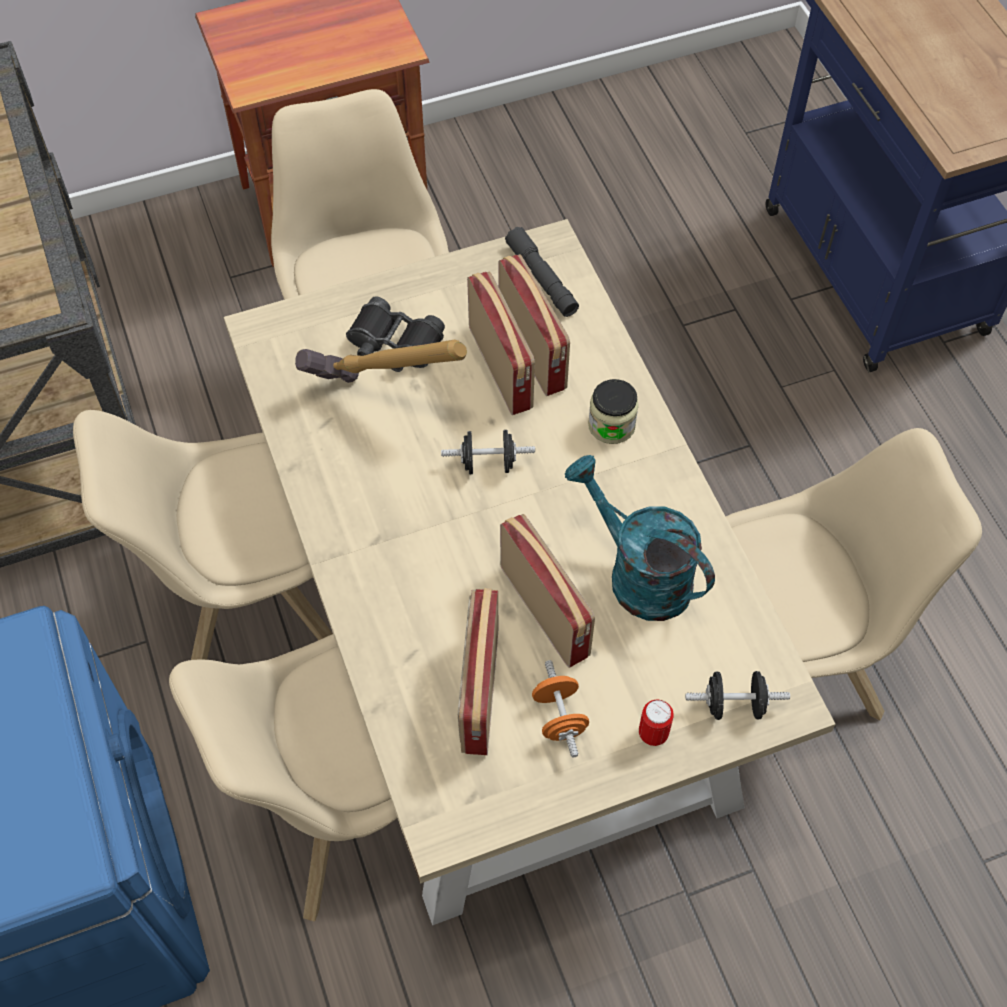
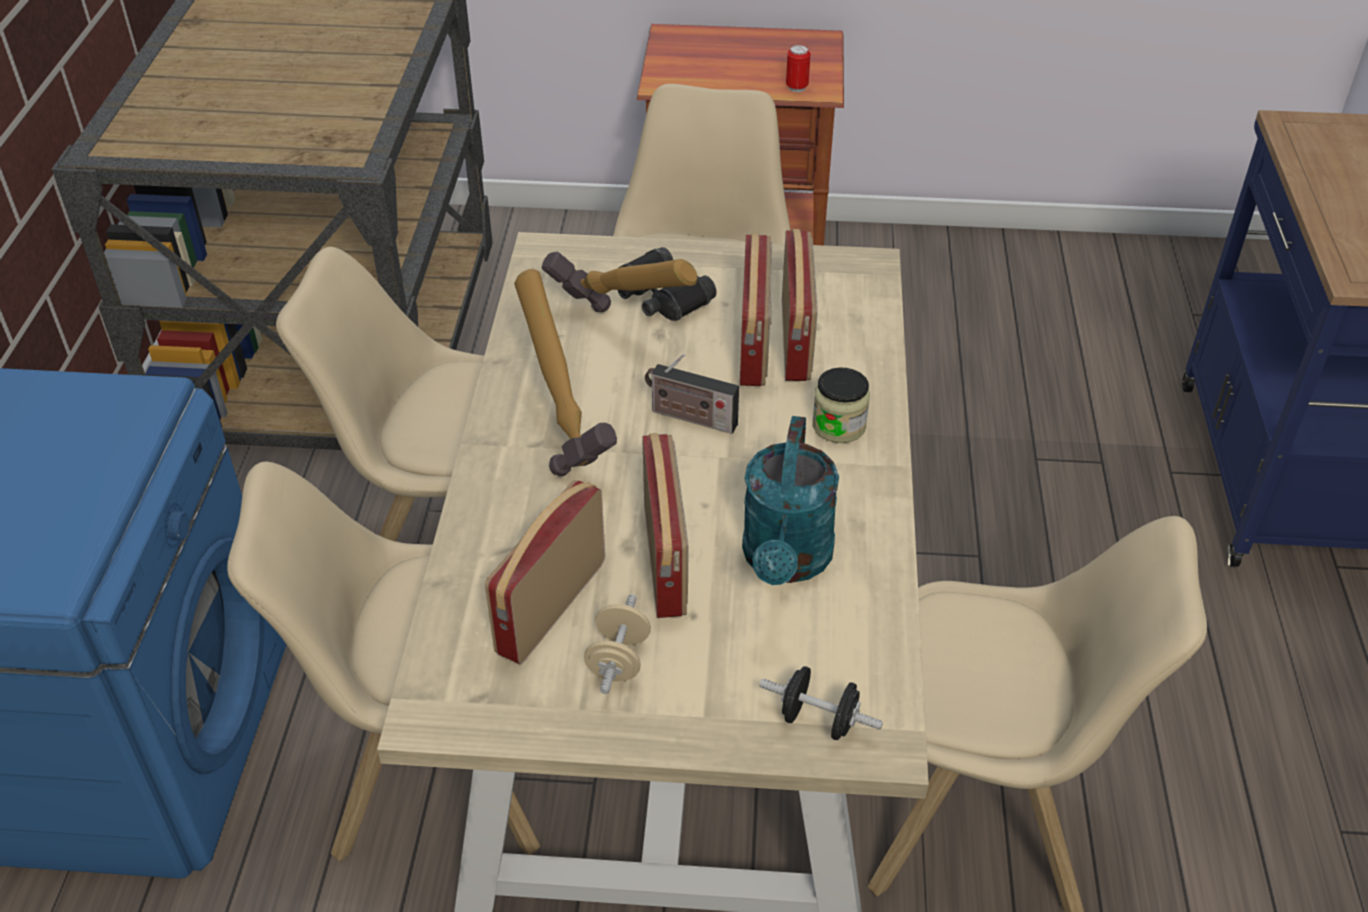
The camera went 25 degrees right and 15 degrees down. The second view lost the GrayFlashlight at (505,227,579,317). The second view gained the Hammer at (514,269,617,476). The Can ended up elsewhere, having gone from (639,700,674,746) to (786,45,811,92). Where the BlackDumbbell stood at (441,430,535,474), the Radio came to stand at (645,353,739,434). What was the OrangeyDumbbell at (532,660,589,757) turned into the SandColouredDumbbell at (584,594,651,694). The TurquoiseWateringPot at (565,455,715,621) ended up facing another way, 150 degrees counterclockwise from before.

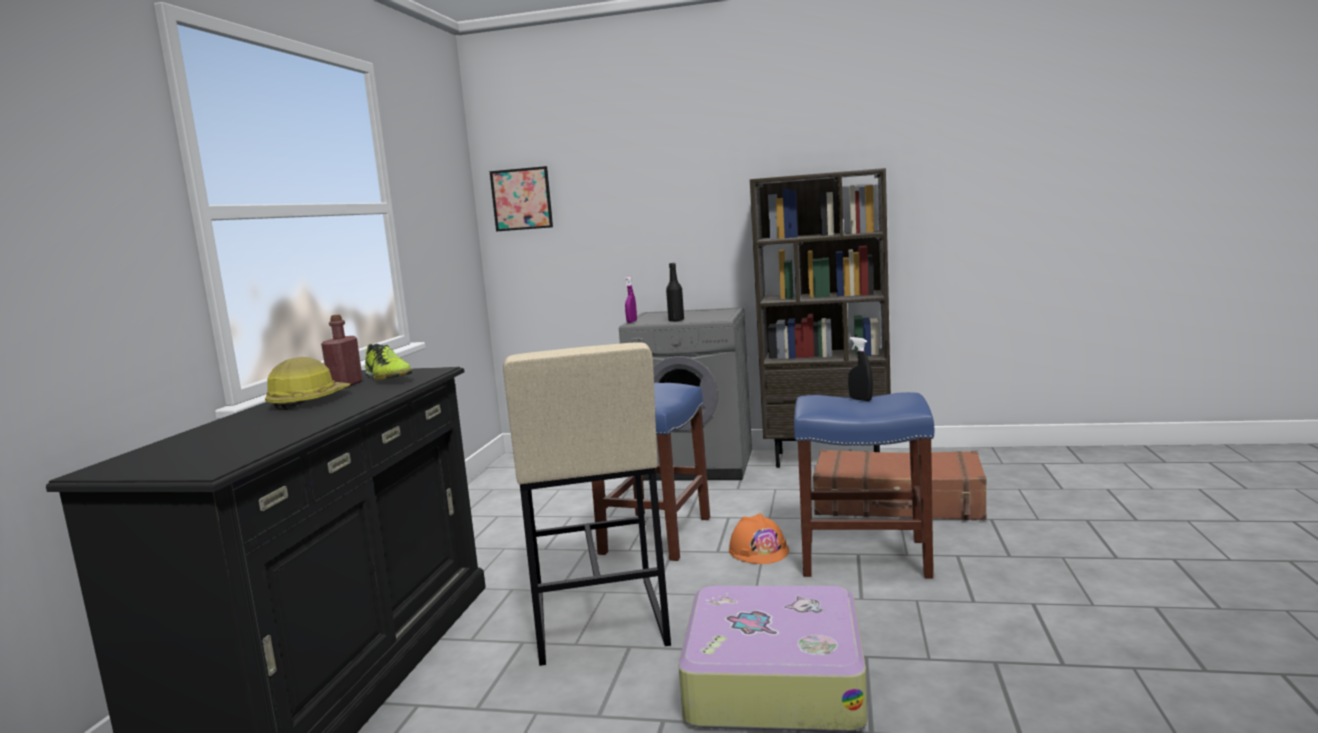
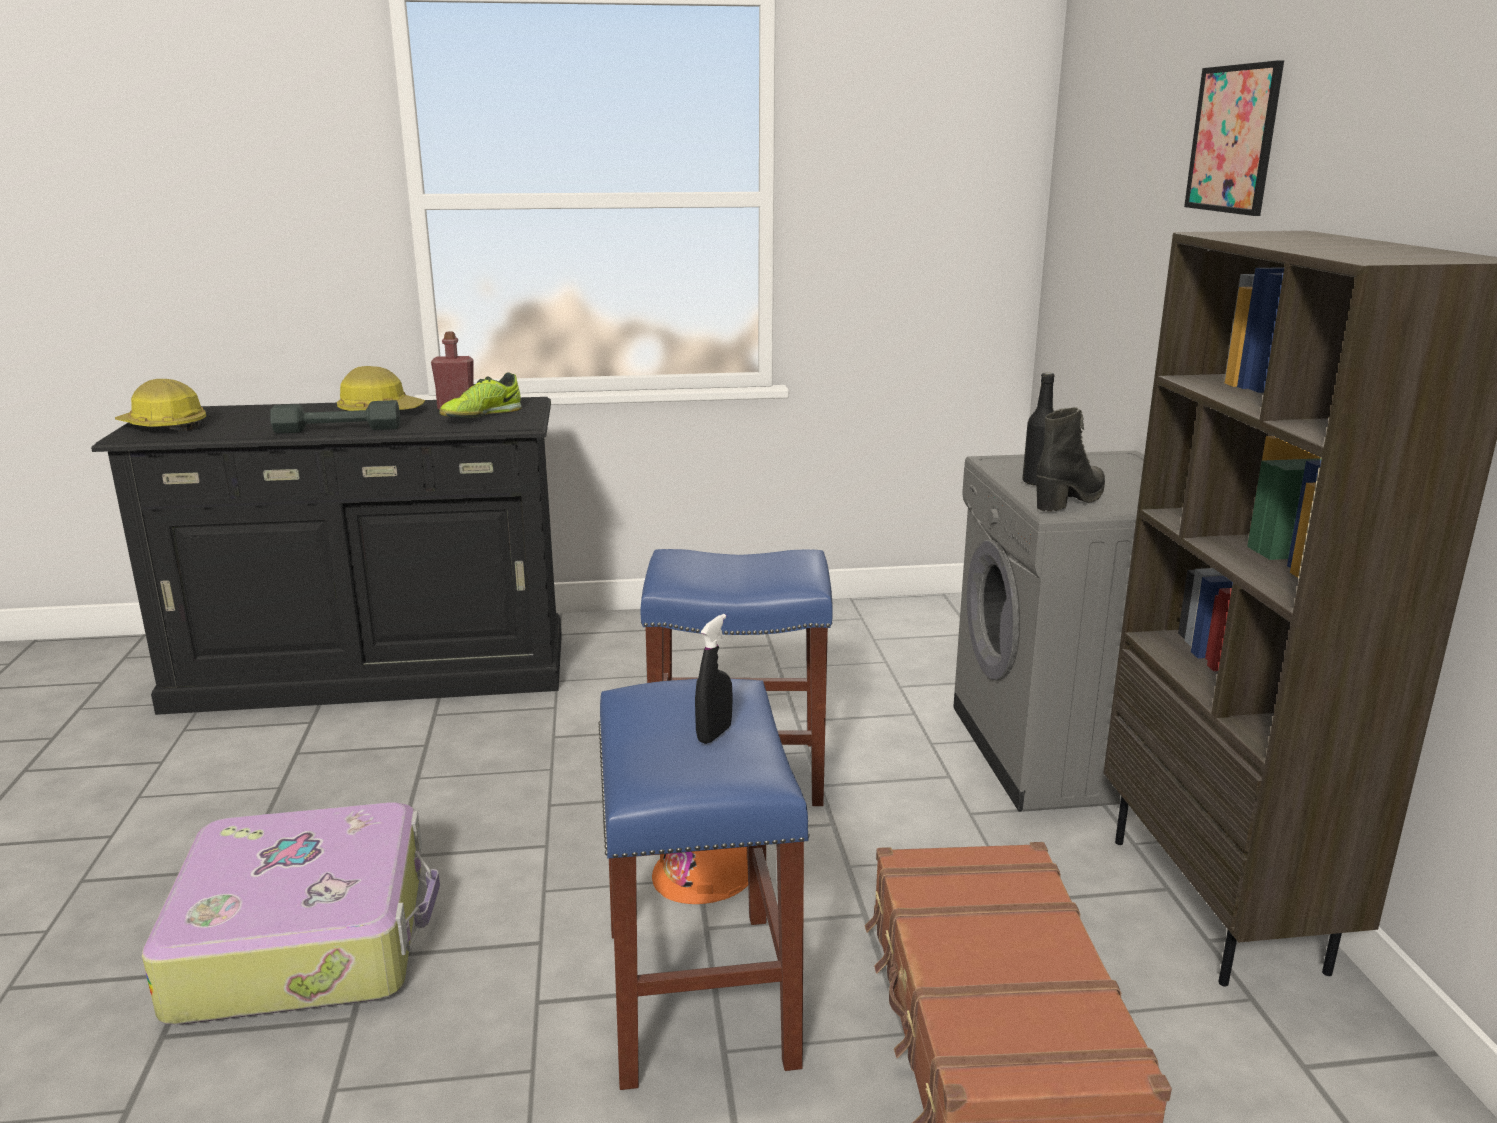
The camera went 70 degrees right and 10 degrees up. The second view lost the SandColouredSittingStool at (503,342,671,666). The second view lost the PurplishHandSprayer at (625,276,637,323). The second view gained the HardHat at (115,379,206,431). The second view gained the GrayDumbbell at (270,400,400,433). The second view gained the BlackHighTopBoot at (1036,407,1105,511). The WallArt ended up elsewhere, having gone from (490,166,553,231) to (1184,60,1284,216).

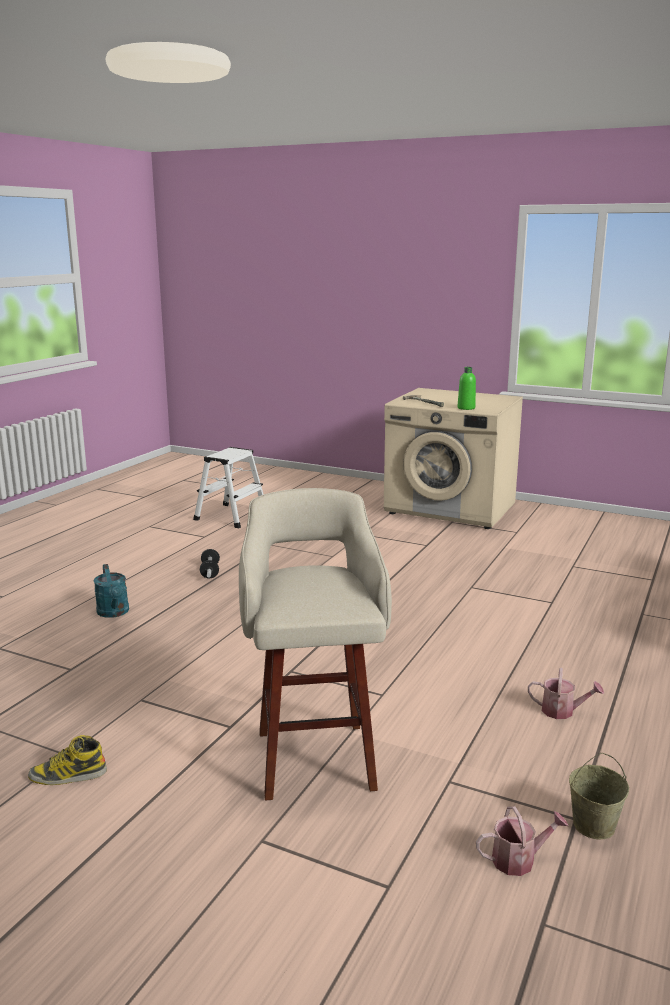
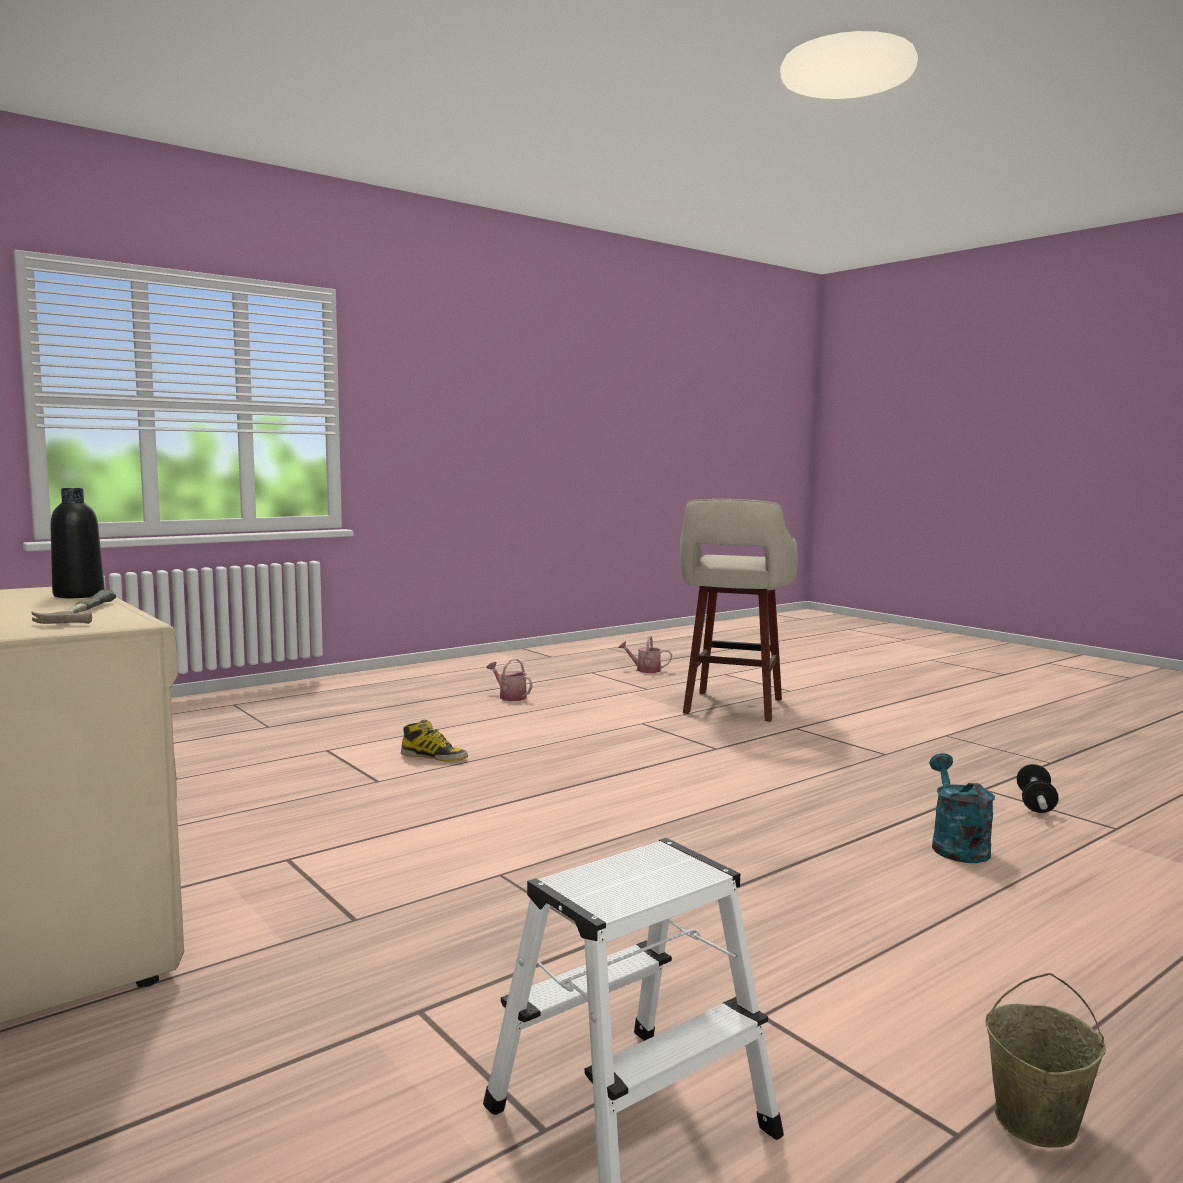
The camera went 155 degrees left and 10 degrees down. The HighTopBoot ended up elsewhere, having gone from (28,735,107,785) to (401,720,468,762). The Dumbbell ended up elsewhere, having gone from (200,549,220,579) to (1017,764,1059,813). The SandColouredWaterBucket ended up elsewhere, having gone from (569,753,629,839) to (985,973,1106,1148). What was the GreenBeverageBottle at (458,367,476,410) turned into the BlackBeverageBottle at (50,488,105,598).

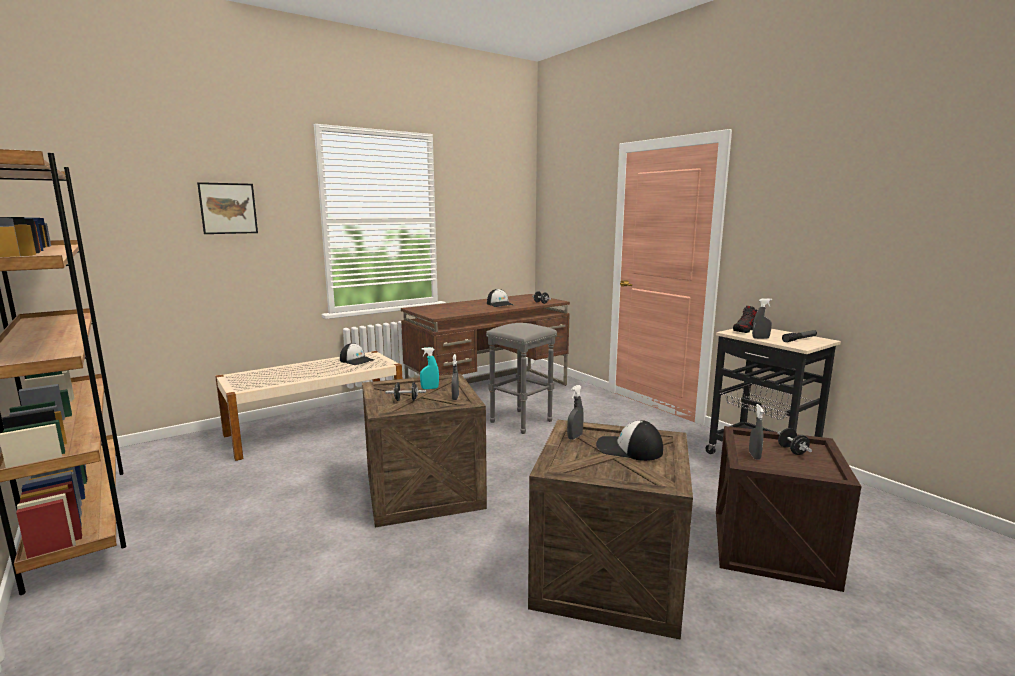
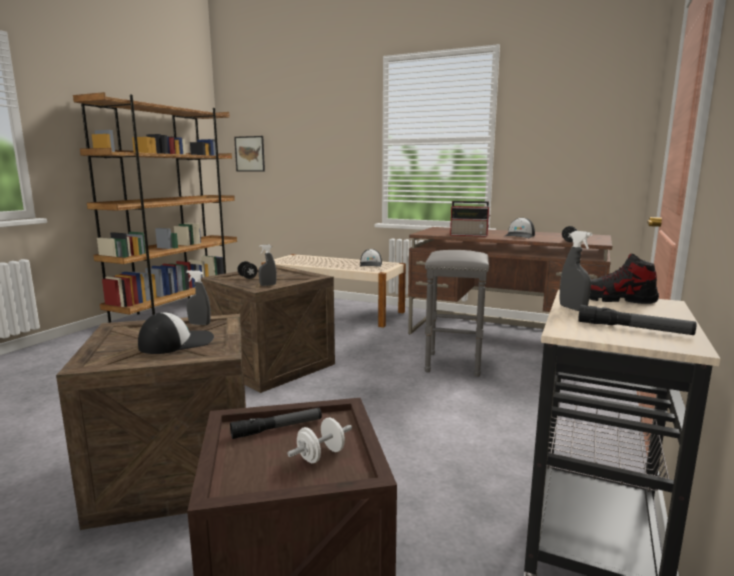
The camera went 60 degrees right and 0 degrees up. The second view lost the TurquoiseHandSprayer at (420,347,439,389). The second view gained the Radio at (450,201,491,237). The WallArt ended up elsewhere, having gone from (197,182,258,234) to (234,136,265,172). Where the GrayHandSprayer stood at (749,404,764,460), the Flashlight came to stand at (230,408,322,439). What was the BlackDumbbell at (777,428,812,455) turned into the WhiteColouredDumbbell at (287,418,352,463). The BaseballCap at (596,420,663,461) ended up facing another way, 60 degrees clockwise from before.

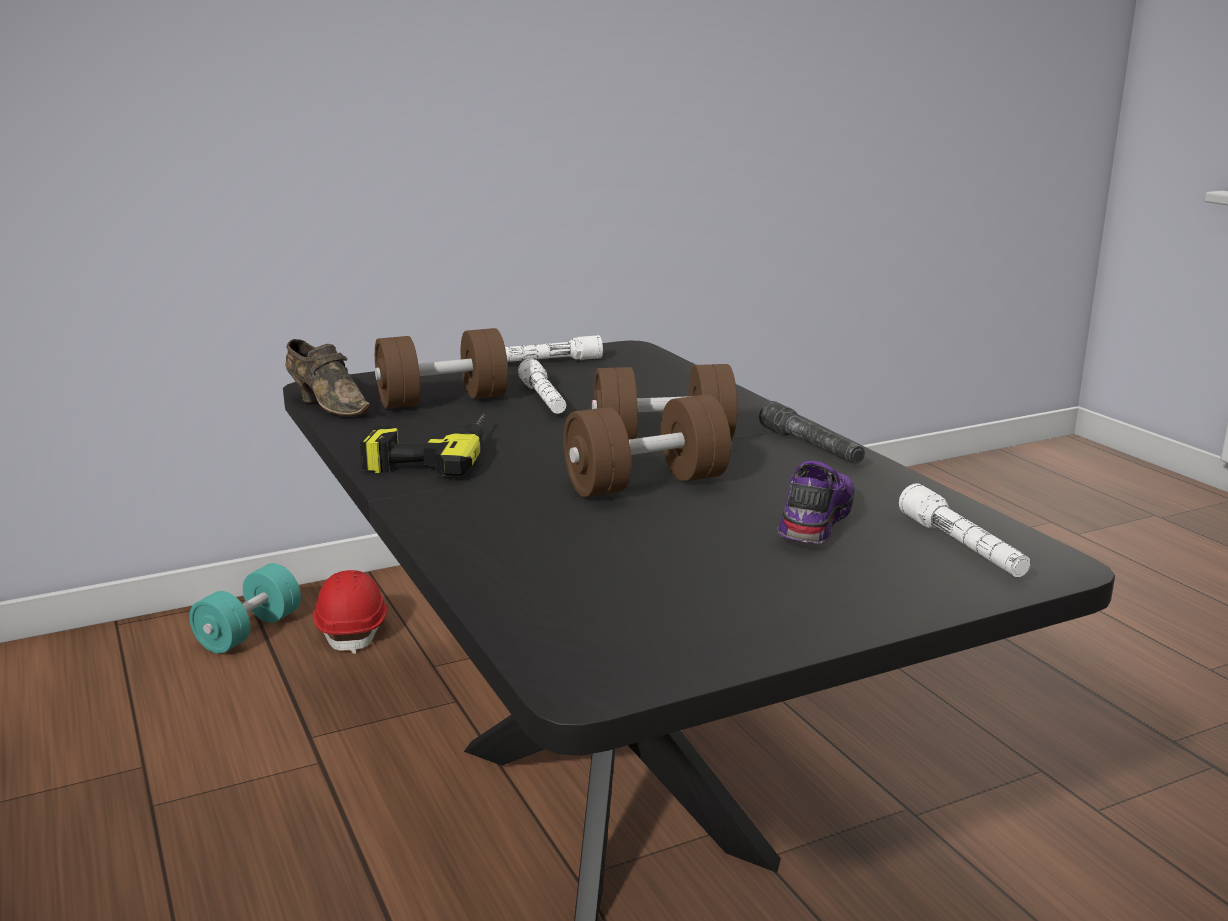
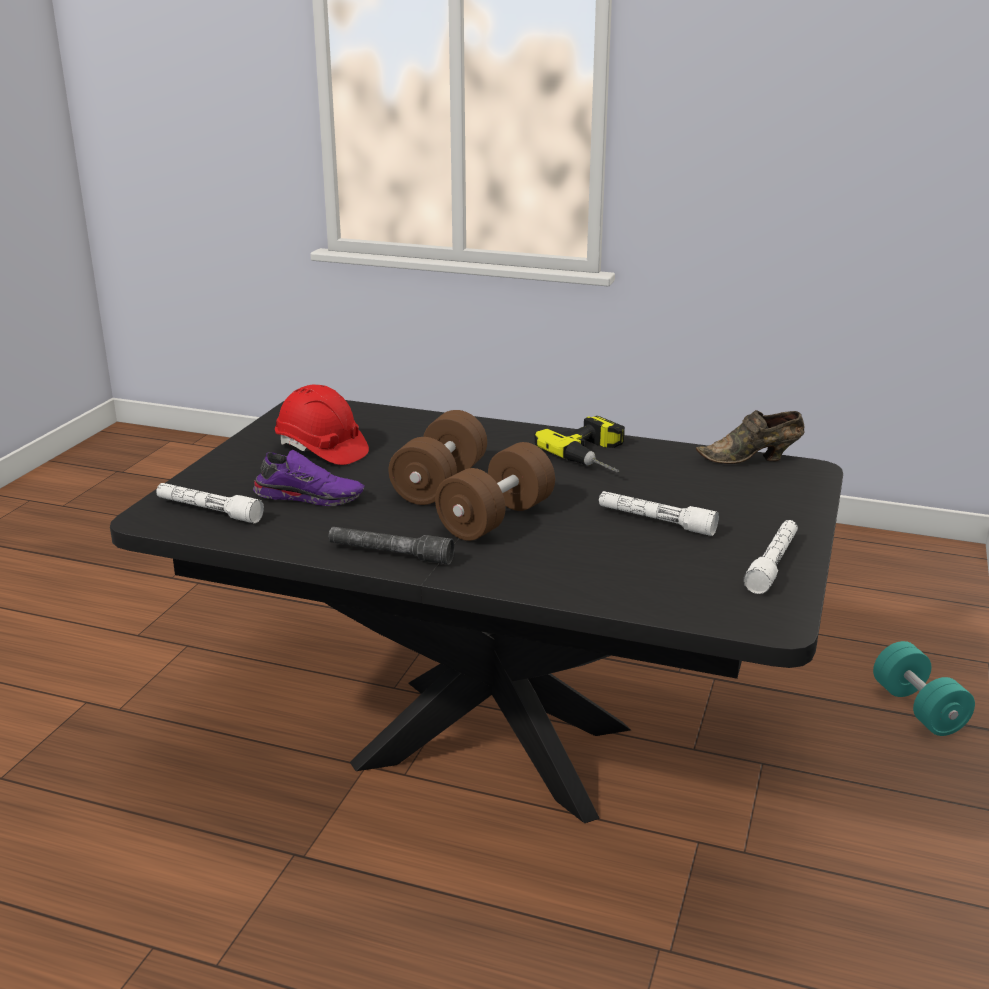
The camera went 135 degrees right and 5 degrees up. The second view lost the BrownDumbbell at (375,328,508,408). The ReddishHardHat ended up elsewhere, having gone from (313,570,388,654) to (275,385,369,465). The PurplishLowShoe at (777,461,855,543) ended up facing another way, 60 degrees counterclockwise from before.

